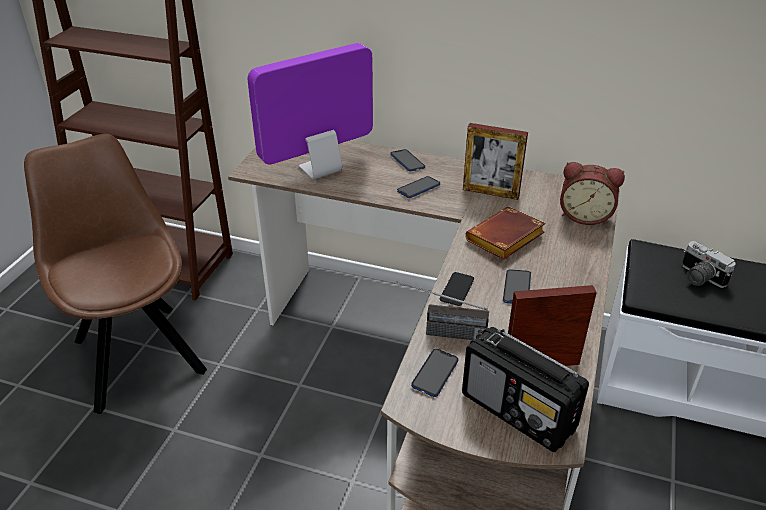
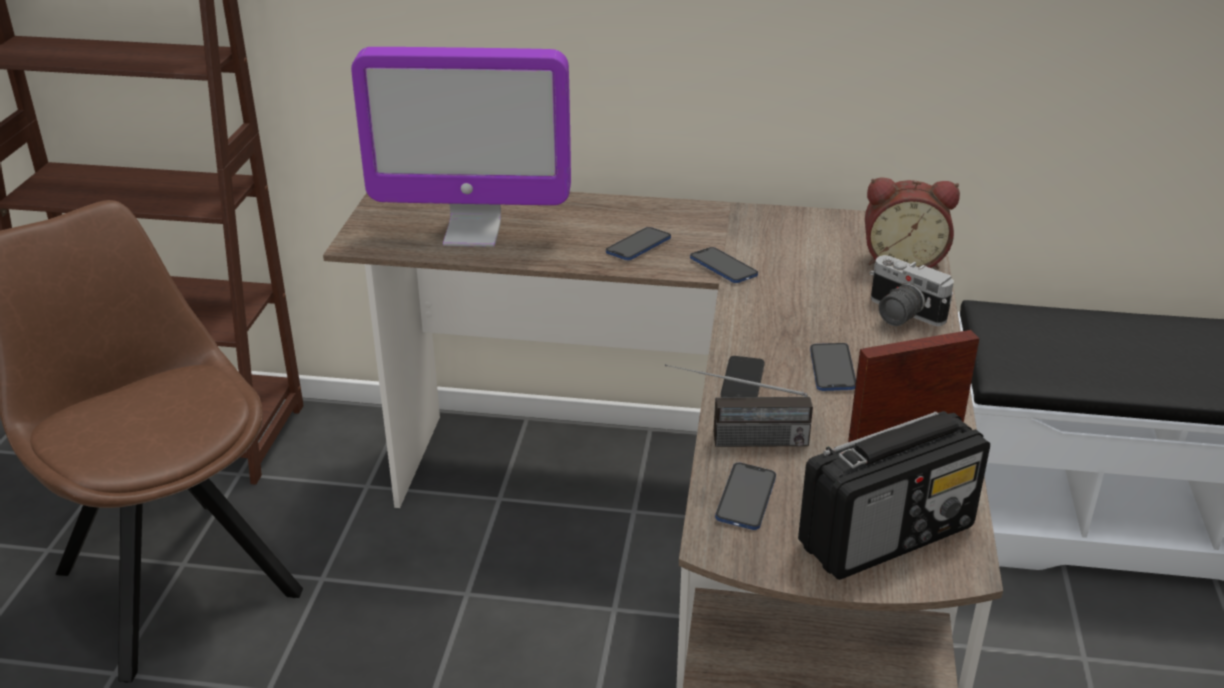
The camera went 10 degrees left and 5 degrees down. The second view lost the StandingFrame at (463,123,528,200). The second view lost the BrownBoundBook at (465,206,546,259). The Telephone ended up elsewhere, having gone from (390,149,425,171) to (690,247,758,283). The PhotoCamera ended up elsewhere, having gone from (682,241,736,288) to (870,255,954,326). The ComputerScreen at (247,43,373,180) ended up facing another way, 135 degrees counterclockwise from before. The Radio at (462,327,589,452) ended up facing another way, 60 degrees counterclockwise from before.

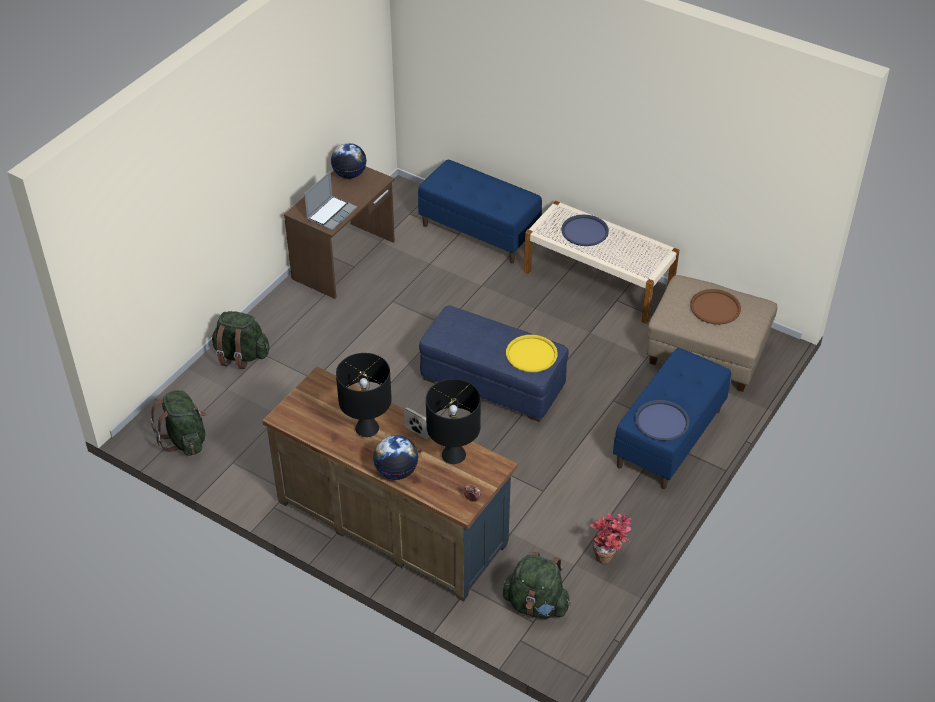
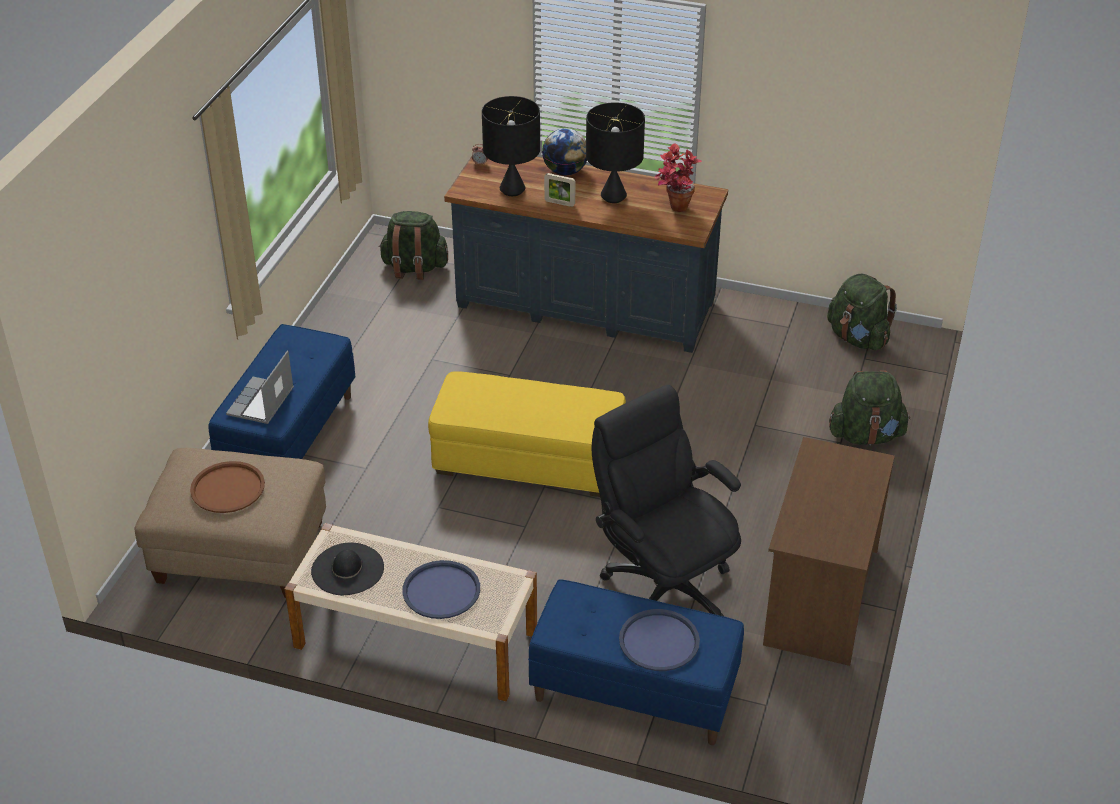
The camera went 165 degrees right and 5 degrees down. The second view lost the Globe at (331,143,366,179). The second view lost the YellowCarryingTray at (506,335,558,372). The second view gained the BlackClothingHat at (311,543,384,595). The second view gained the BlackOfficeChair at (592,385,741,616). The Laptop ended up elsewhere, having gone from (304,171,357,230) to (226,350,294,424). The PottedPlant ended up elsewhere, having gone from (590,513,632,564) to (655,143,702,212). The BlueCarryingTray ended up elsewhere, having gone from (635,400,690,441) to (619,609,700,671). What was the BlueOttoman at (419,305,568,422) turned into the YellowOttoman at (428,371,626,497).

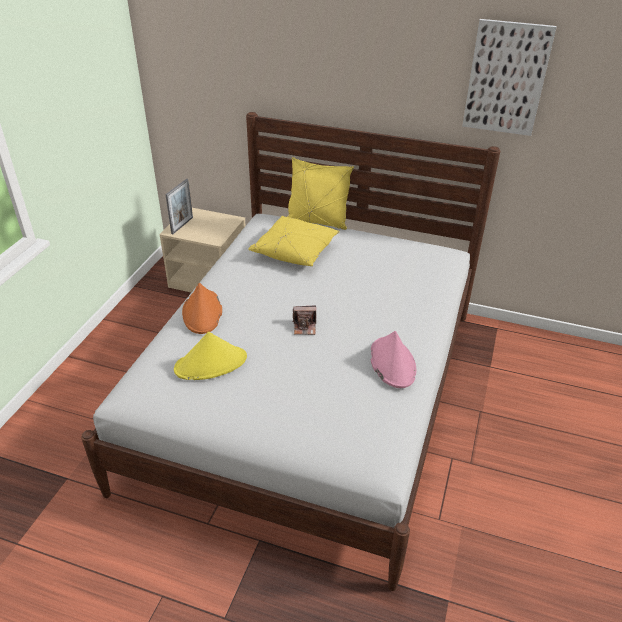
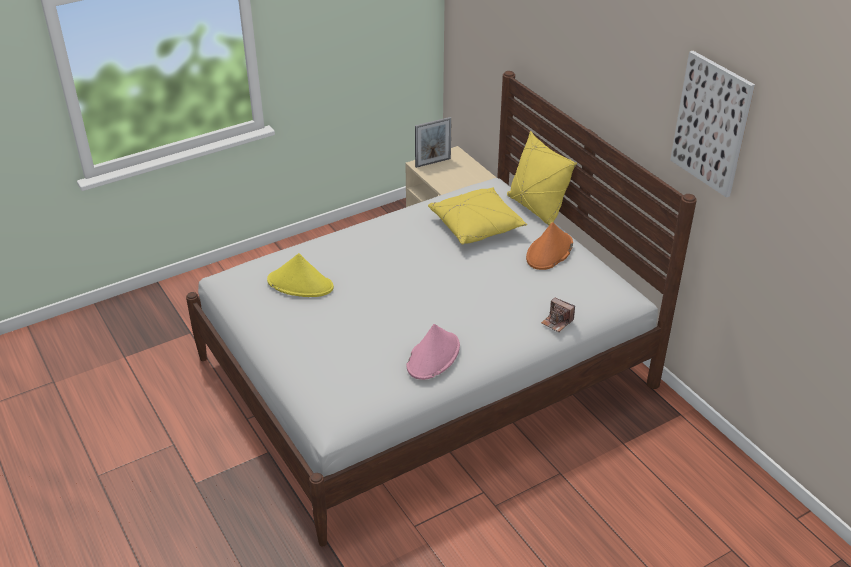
The camera went 40 degrees right and 0 degrees up. The OrangeyClothingHat ended up elsewhere, having gone from (182,283,222,334) to (526,222,573,270). The PhotoCamera ended up elsewhere, having gone from (293,305,316,335) to (541,298,575,332).

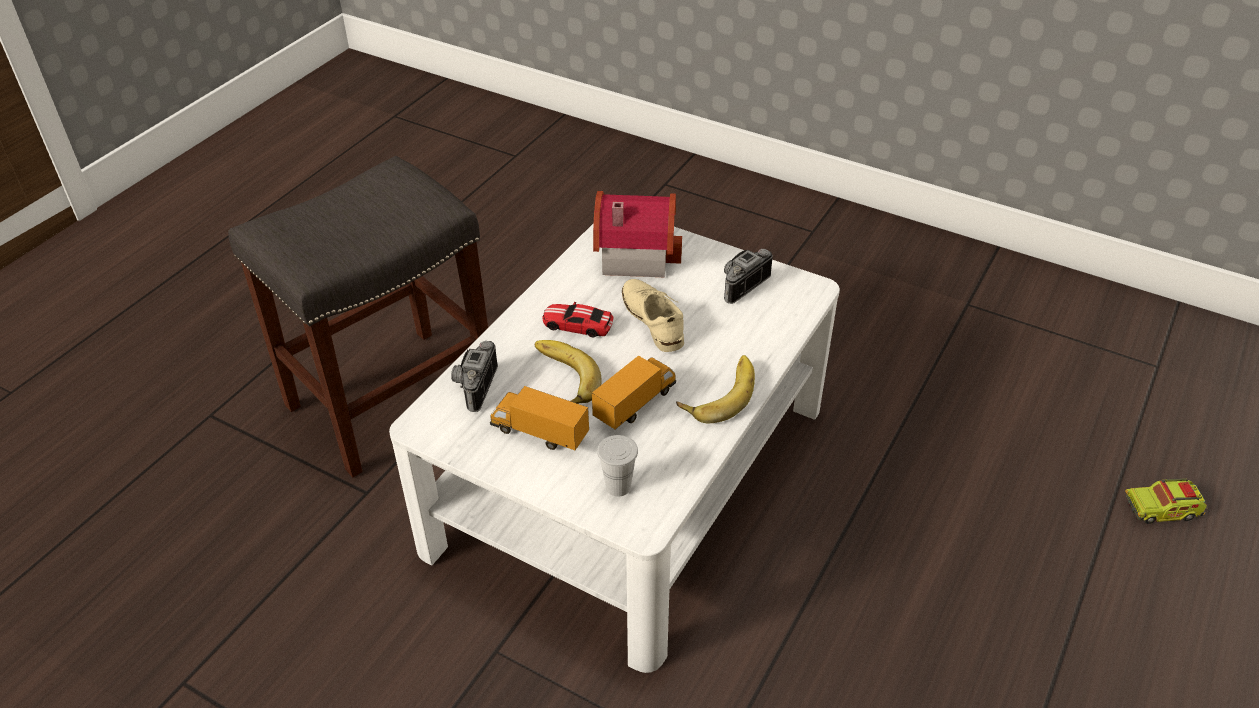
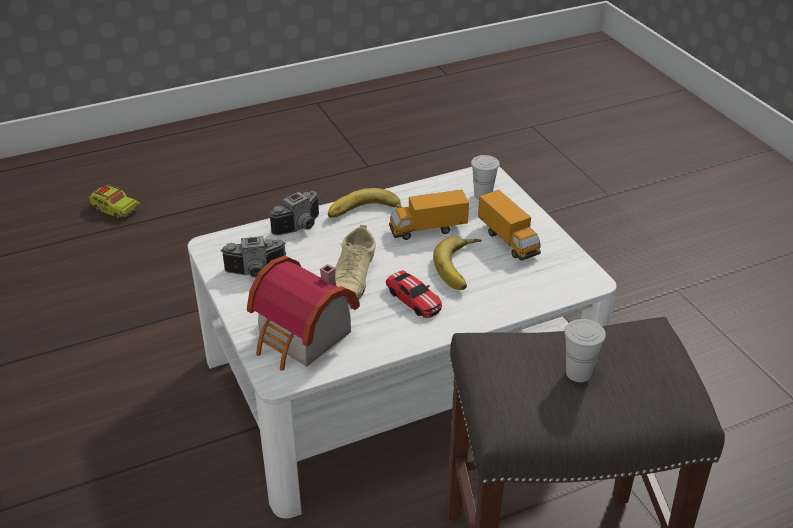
The camera went 145 degrees left and 5 degrees down. The second view gained the WhiteColouredCup at (564,319,606,382). The PhotoCamera ended up elsewhere, having gone from (451,341,498,412) to (270,191,319,236).

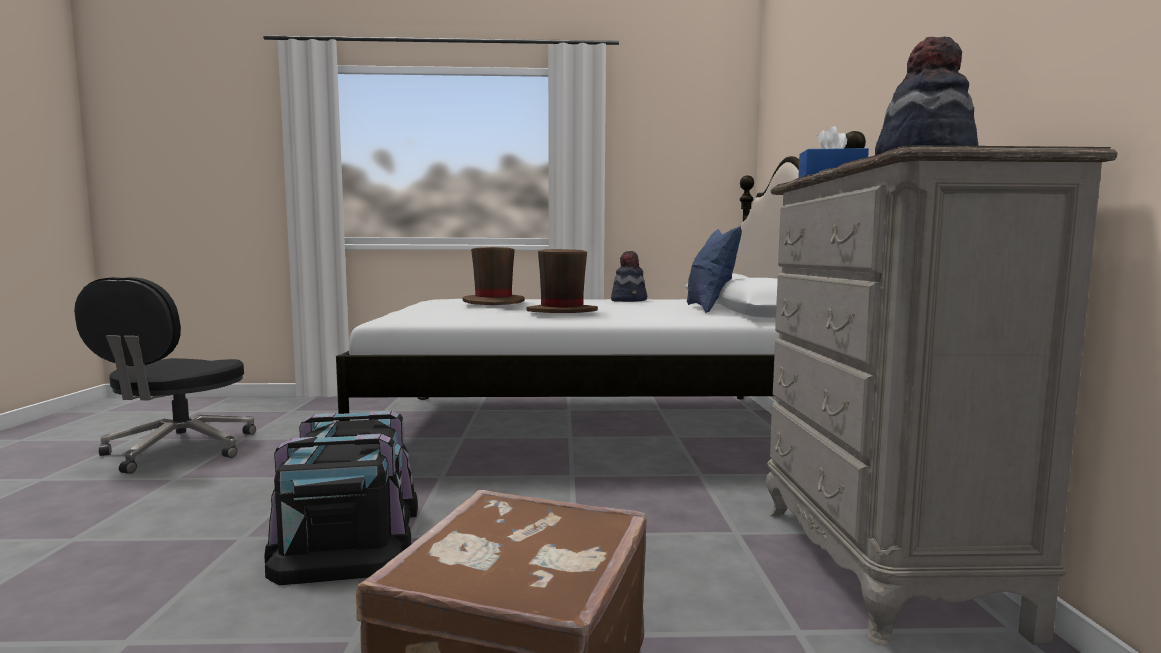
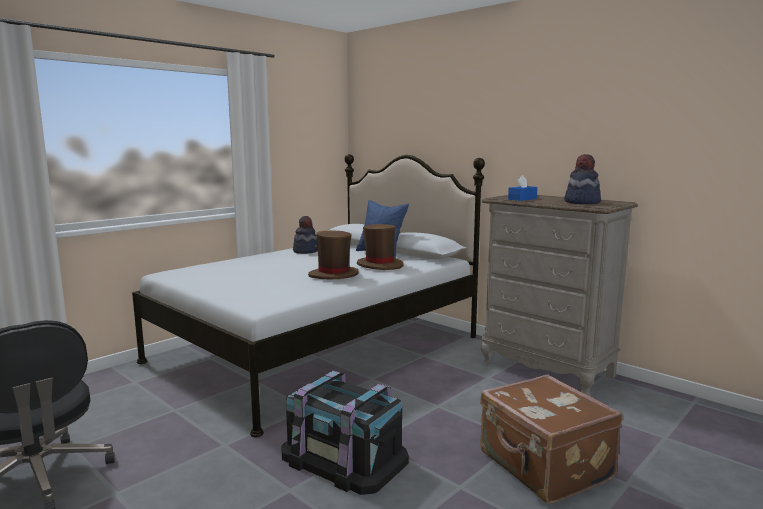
The camera went 45 degrees left and 5 degrees up. The BrownClothingHat ended up elsewhere, having gone from (463,247,524,305) to (357,224,403,270).

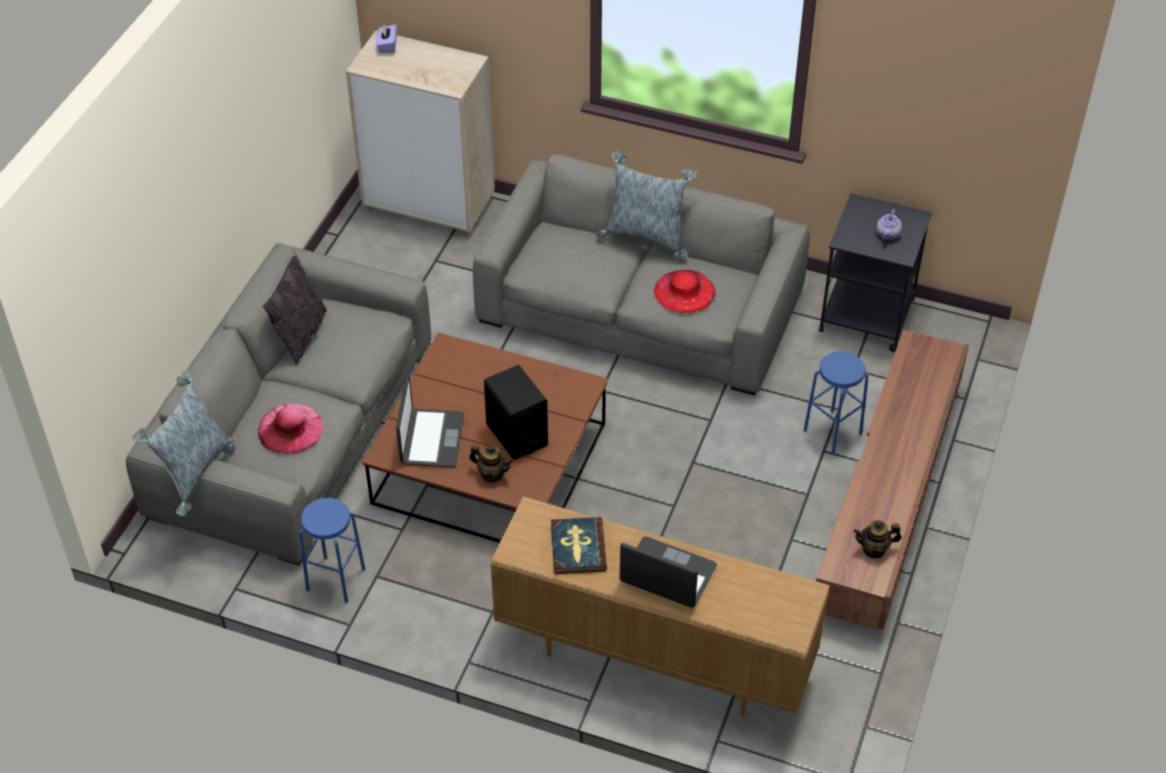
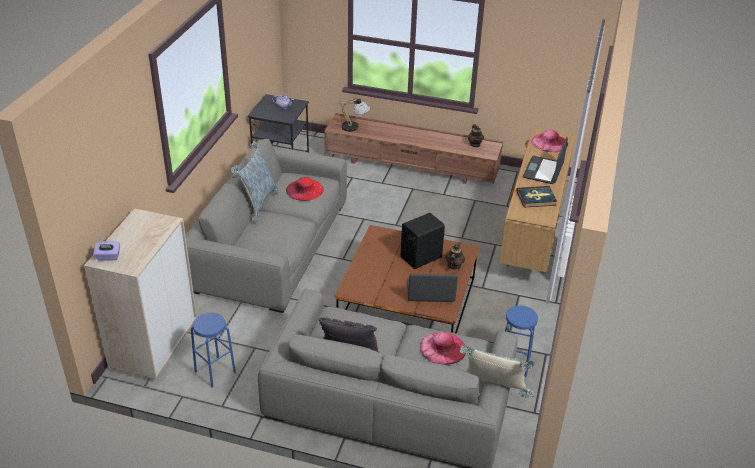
The camera went 95 degrees left and 10 degrees down. The second view gained the TabletopLamp at (339,98,371,132). The second view gained the PinkColouredClothingHat at (532,130,568,152). The BlueSittingStool ended up elsewhere, having gone from (804,351,868,454) to (191,313,236,387).

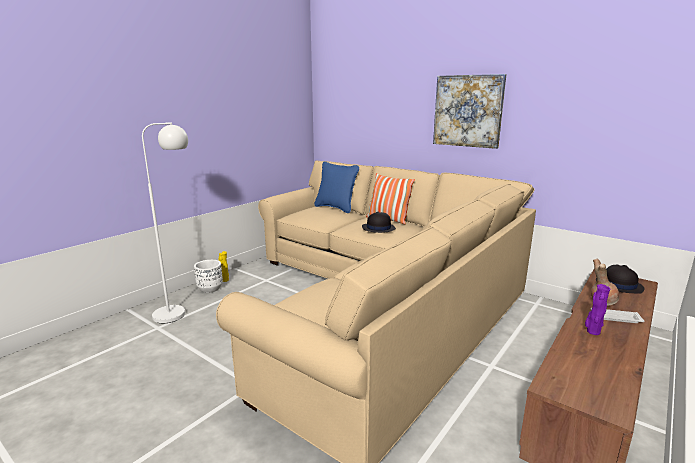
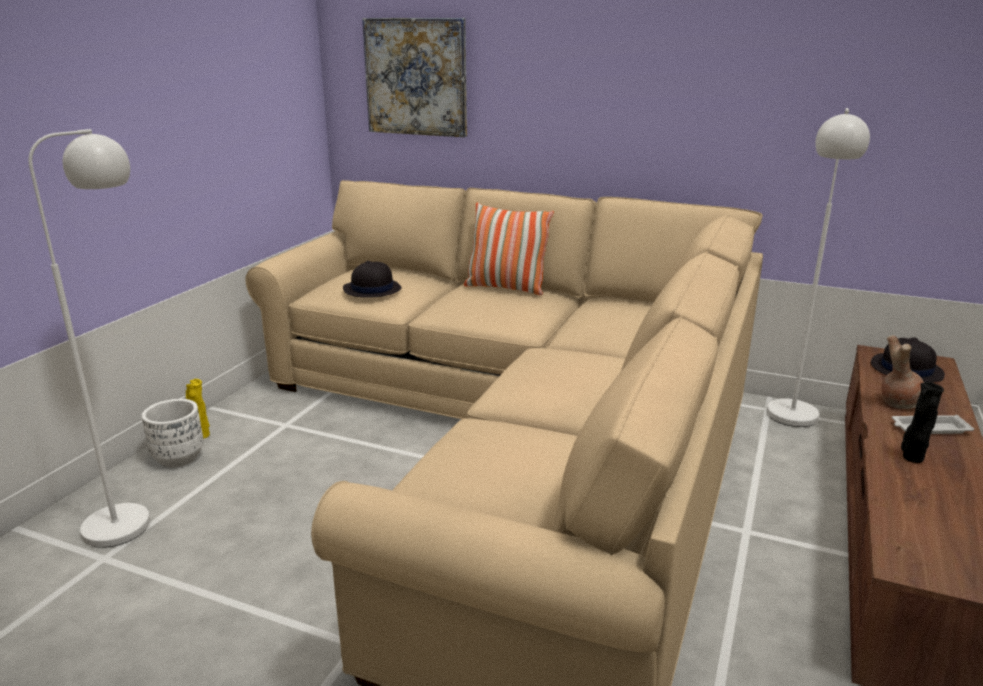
The camera went 15 degrees left and 5 degrees up. The second view lost the BlueThrowPillow at (314,161,359,213). The second view gained the WhiteColouredStandingLamp at (767,108,870,427). The BlackClothingHat ended up elsewhere, having gone from (362,212,396,233) to (343,261,402,298). The WallArt ended up elsewhere, having gone from (433,74,507,149) to (362,18,467,137). What was the PurplishVase at (585,284,611,335) turned into the BlackVase at (901,381,944,463).

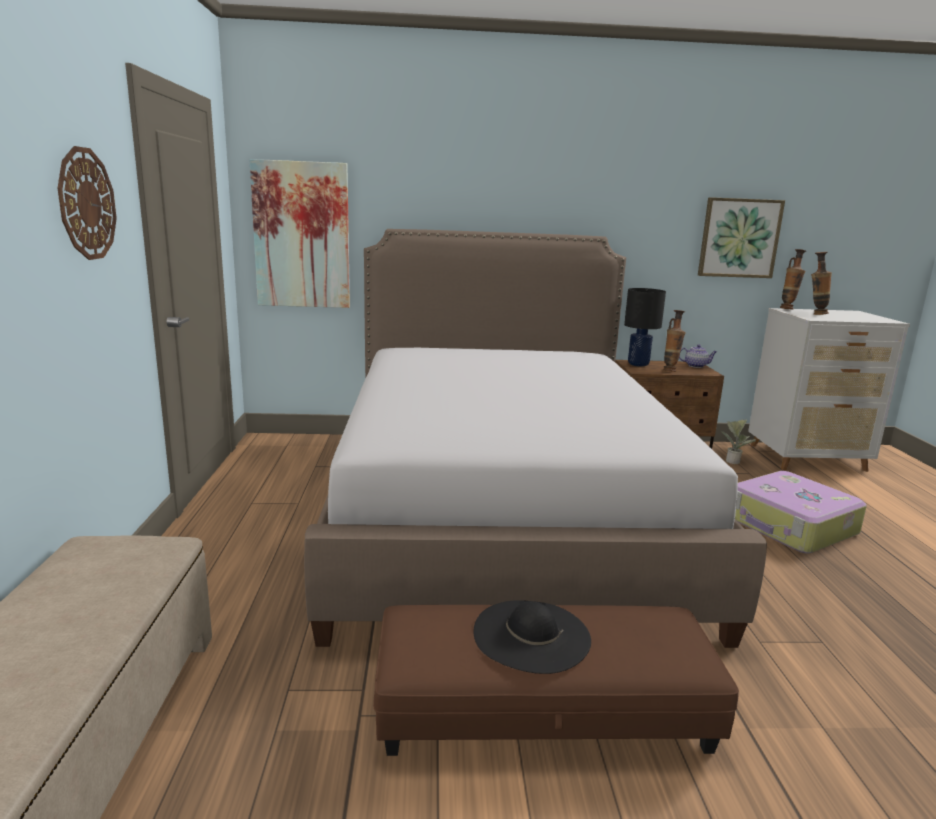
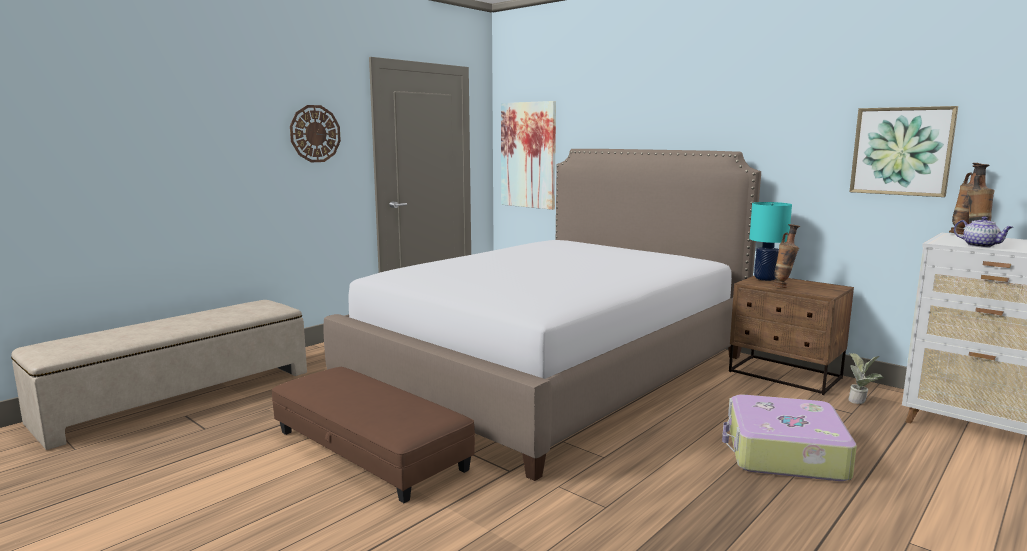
The camera went 45 degrees right and 5 degrees down. The second view lost the BlackClothingHat at (473,600,591,674). The PotForTea ended up elsewhere, having gone from (679,345,717,368) to (954,216,1013,248). What was the BlackTabletopLamp at (624,288,666,367) turned into the TurquoiseTabletopLamp at (749,202,792,281).

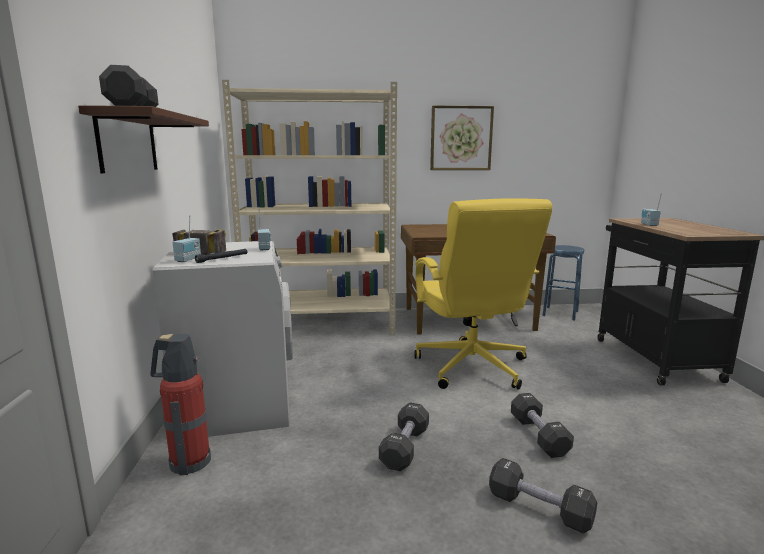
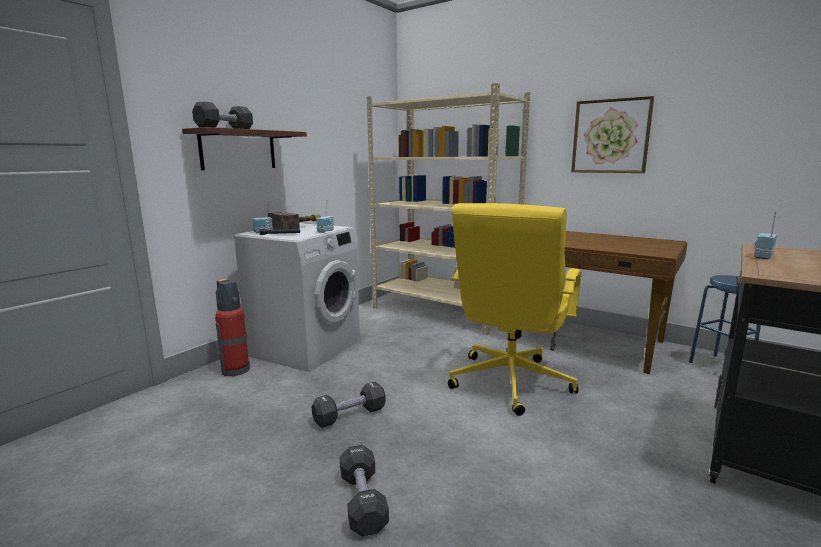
The camera went 40 degrees right and 0 degrees up. The second view lost the BlackDumbbell at (511,393,574,458).

